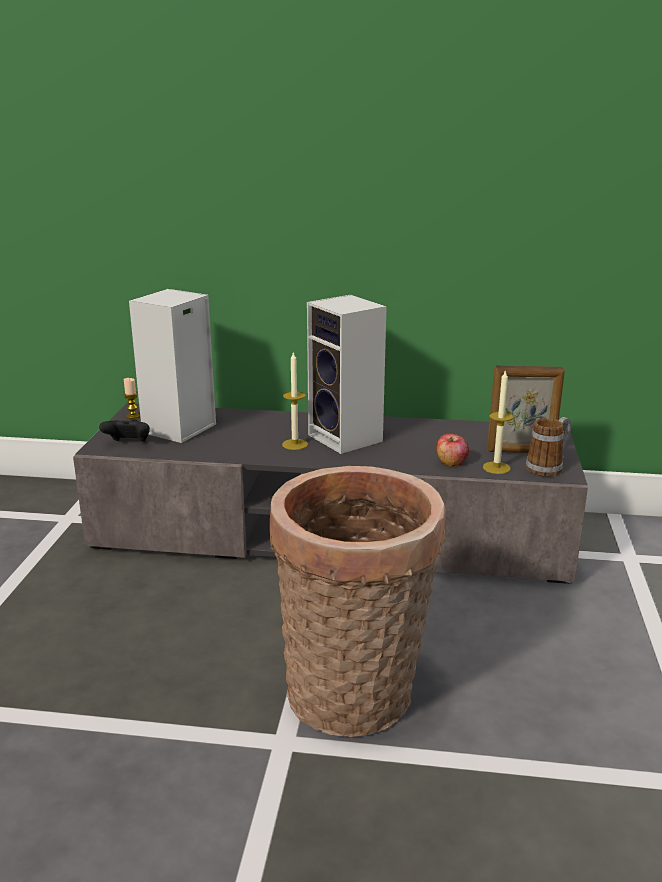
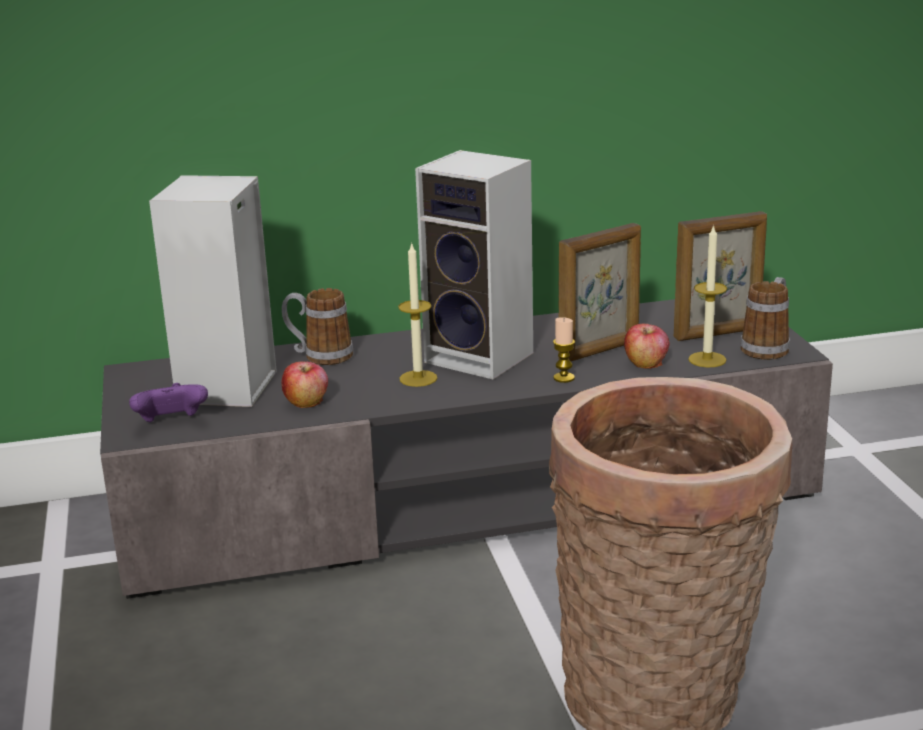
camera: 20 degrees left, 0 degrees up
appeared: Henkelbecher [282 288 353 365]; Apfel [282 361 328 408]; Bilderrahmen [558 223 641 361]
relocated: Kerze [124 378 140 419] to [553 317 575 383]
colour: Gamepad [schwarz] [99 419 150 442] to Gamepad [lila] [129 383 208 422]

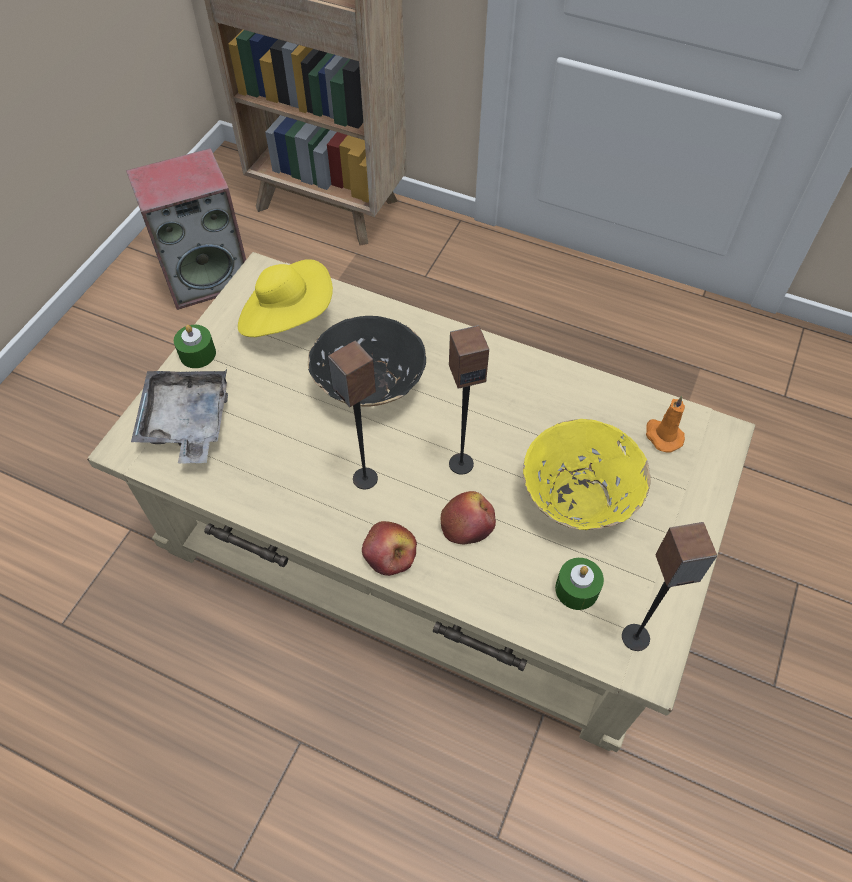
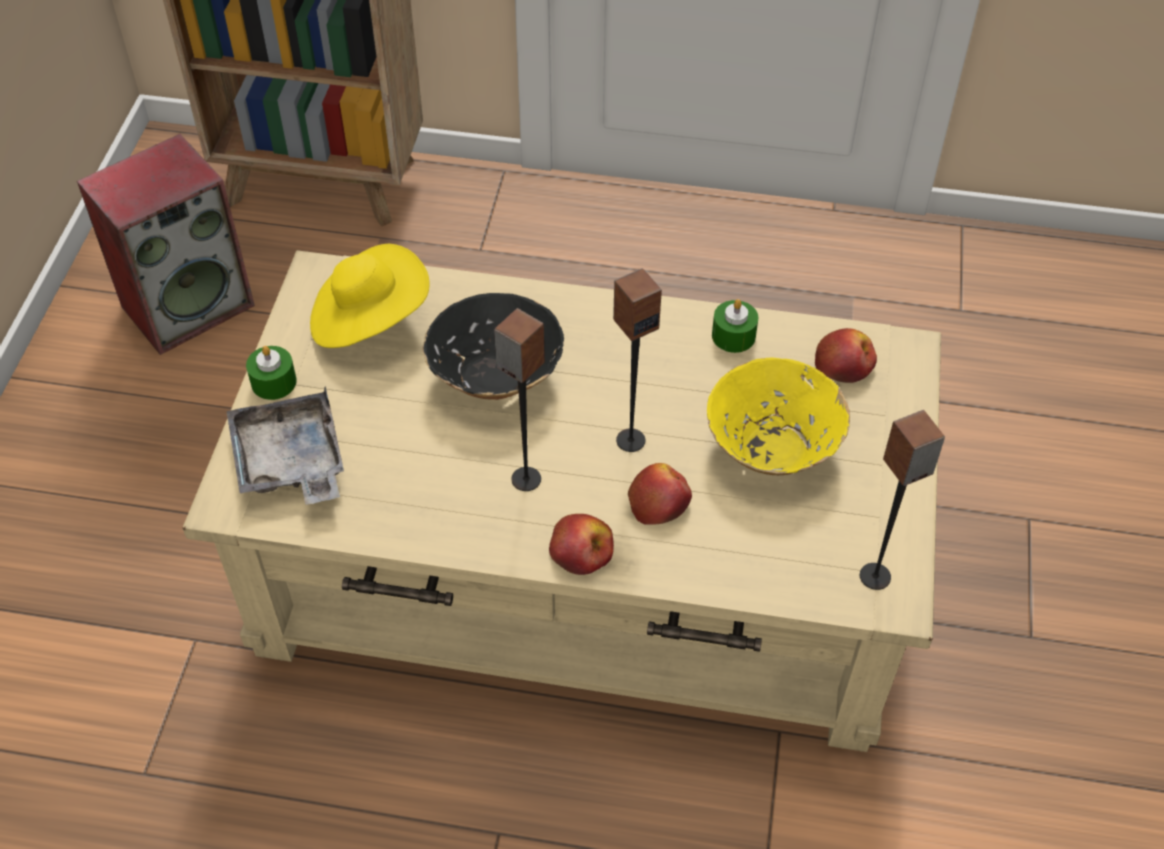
camera: 15 degrees left, 5 degrees down
relocated: Kerze [grün] [555 558 604 610] to [712 299 758 353]
exchanged: Kerze [orange] [646 396 685 452] to Apfel [815 328 877 383]

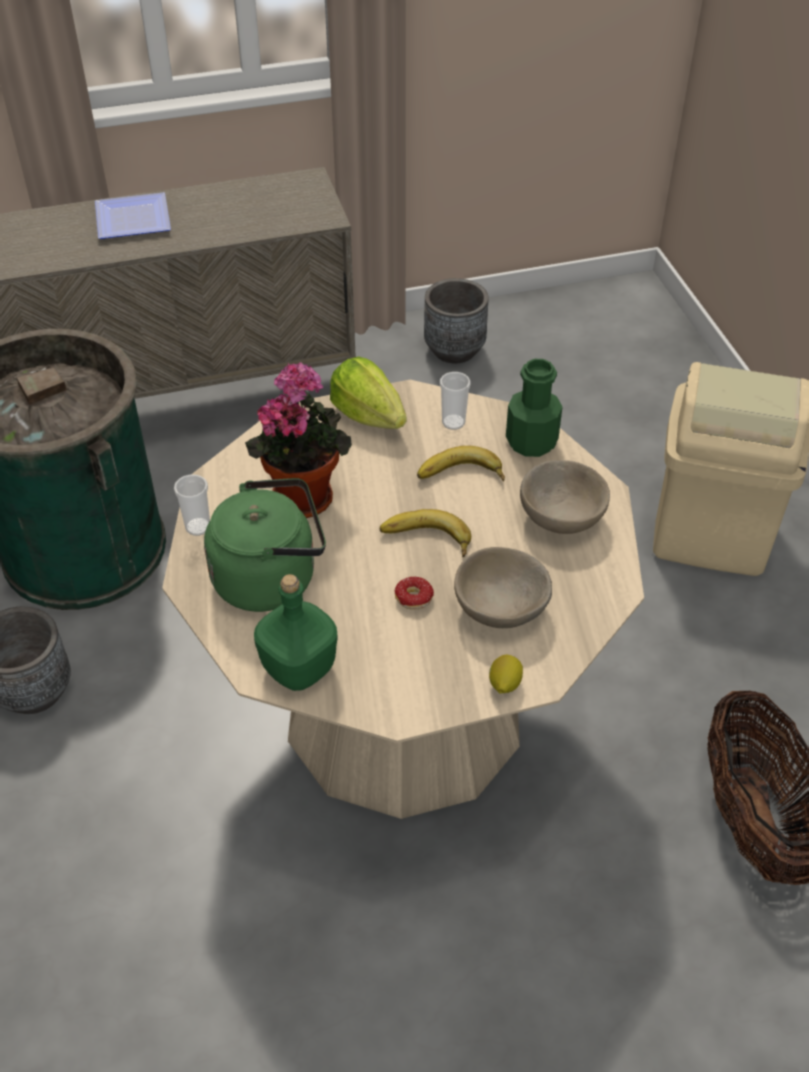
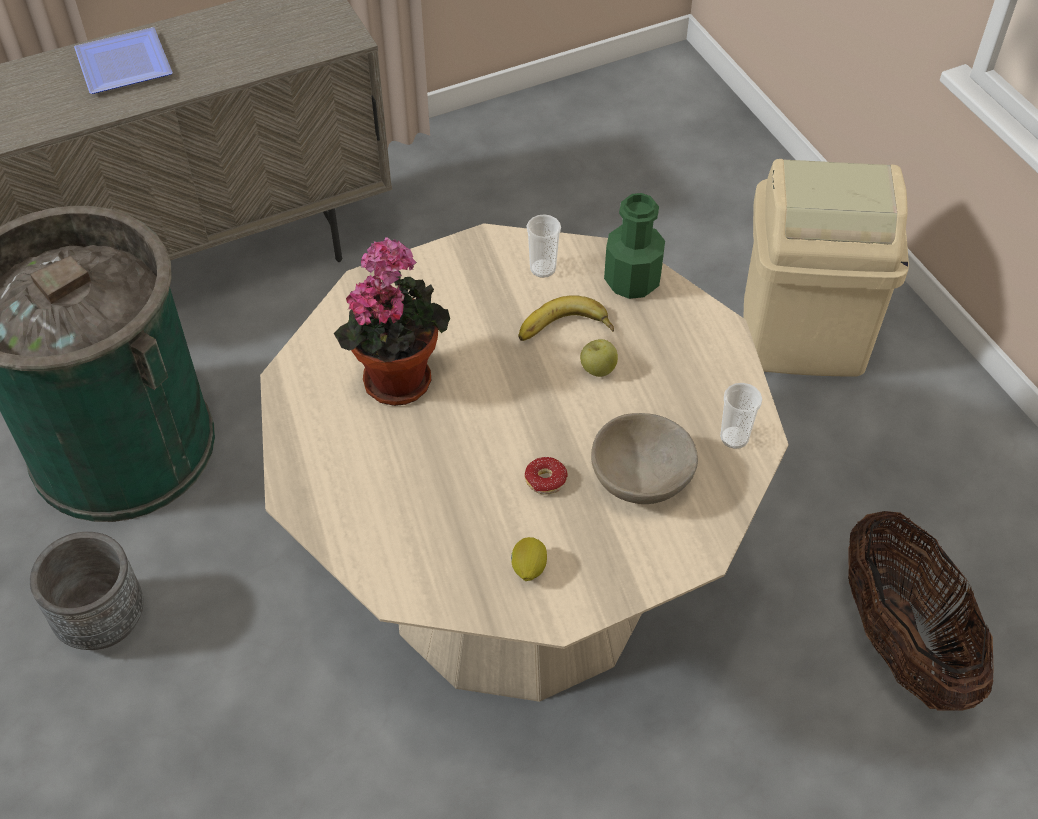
camera: 10 degrees left, 5 degrees up
missing: Wasserkessel [grün] [204 478 326 612]; Flasche [grün] [254 574 337 691]; Salatkopf [330 356 407 429]; Banane [380 509 471 557]; Pflanzkübel [grau] [424 278 489 363]; Schüssel [beige] [520 461 610 534]
appeared: Apfel [580 339 618 377]
relocated: Zitrone [489 655 523 694] to [511 537 547 581]; Tasse [174 474 210 536] to [720 383 762 449]

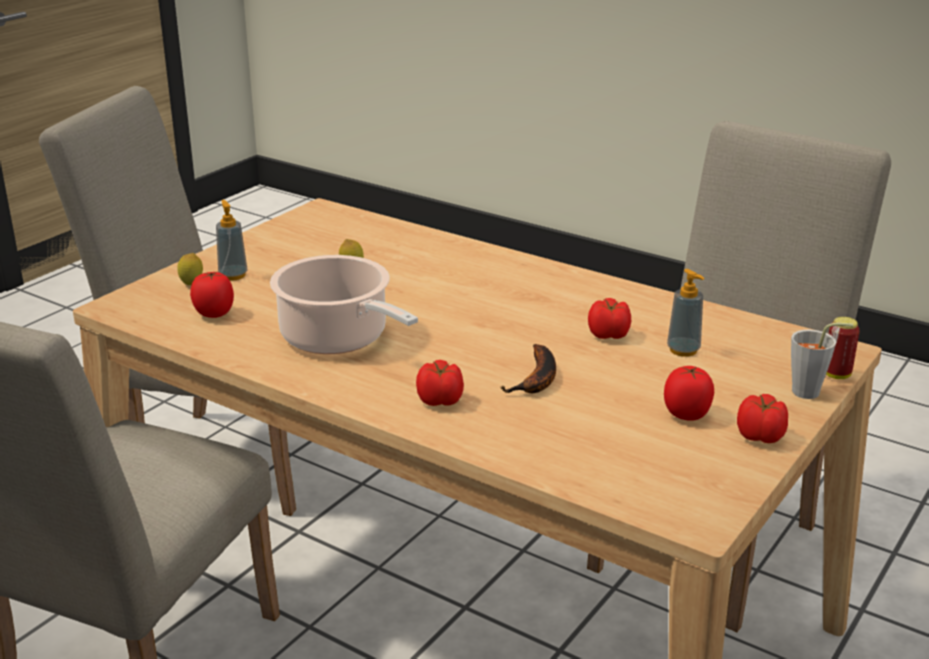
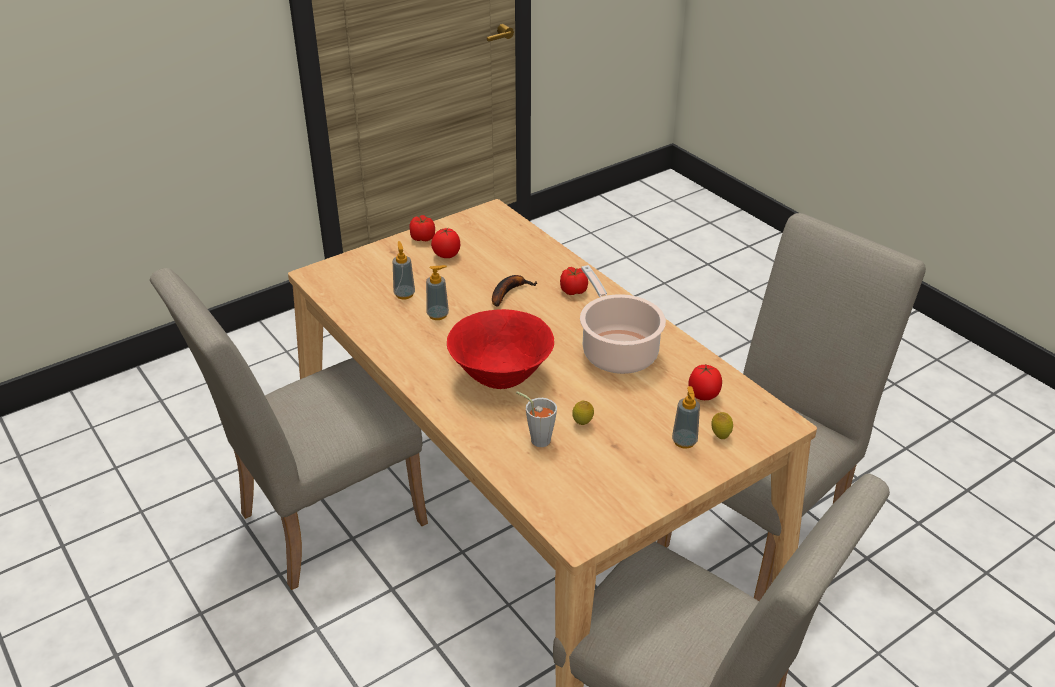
camera: 160 degrees left, 10 degrees up
missing: Dose [826 317 860 379]
appeared: Schüssel [rot] [447 309 554 389]
relocated: Tasse [grau] [791 323 853 399] to [516 391 557 447]
exchanged: Tomate [588 298 631 339] to Seifenspender [426 265 449 320]

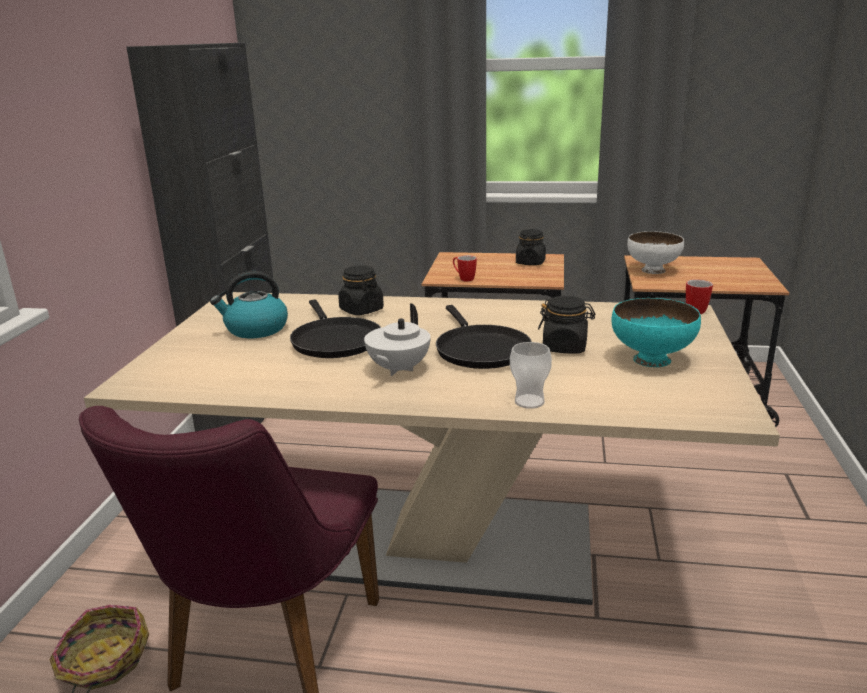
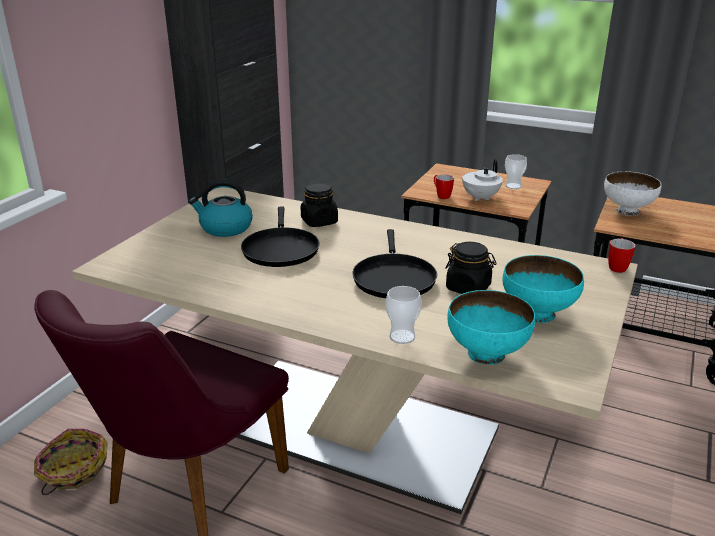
camera: 15 degrees right, 5 degrees up
appeared: Schüssel [türkis] [447 290 535 365]
relocated: Teekanne [weiß] [364 303 431 376] to [462 159 503 201]
exchanged: Vorratsglas [schwarz] [516 229 546 265] to Tasse [505 154 527 189]

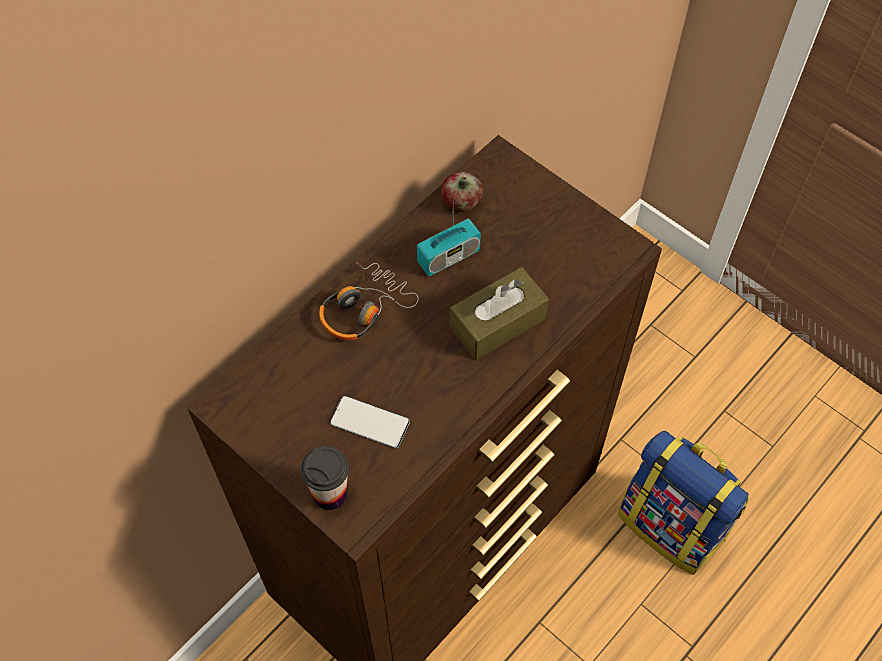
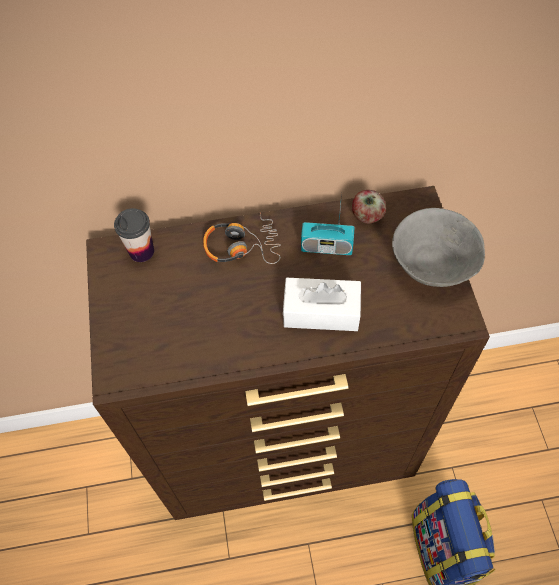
camera: 40 degrees right, 0 degrees up
missing: Handy [330 396 410 448]
appeared: Schüssel [grau] [392 208 485 287]
relocated: Tasse [301 446 349 510] to [114 208 154 262]
colour: Taschentuchbox [braun] [450 267 549 360] to Taschentuchbox [weiß] [283 278 361 331]

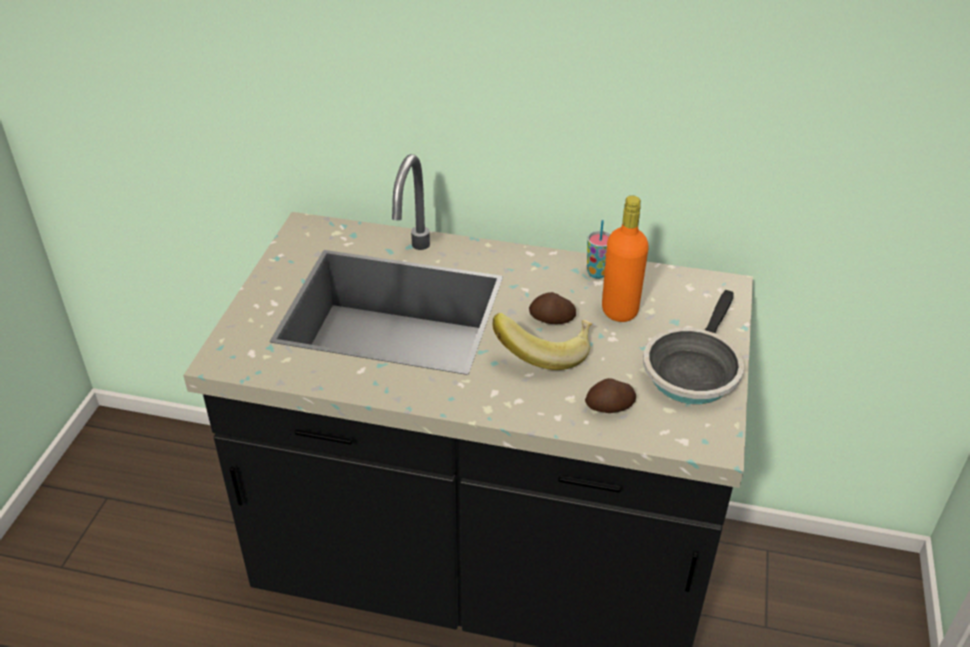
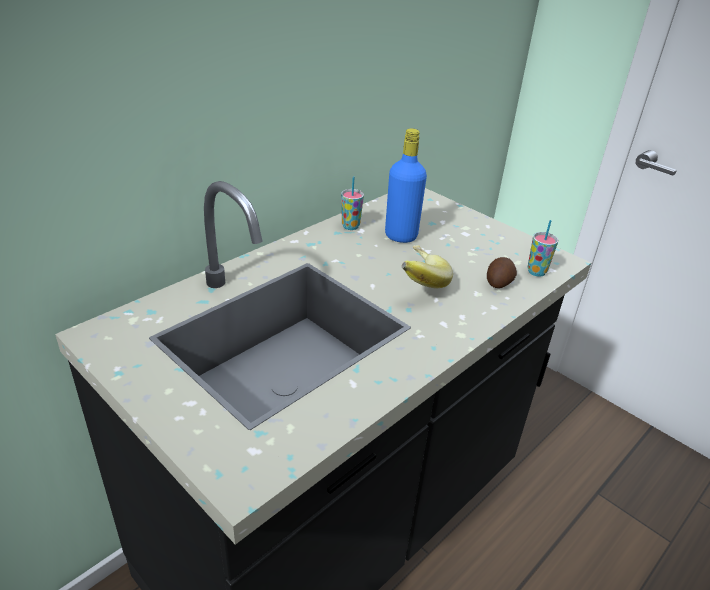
camera: 60 degrees left, 5 degrees down
missing: Kartoffel [529 292 576 324]; Pfanne [643 290 744 404]
appeared: Tasse [527 220 558 277]
colour: Flasche [orange] [602 195 649 322] to Flasche [blau] [385 128 427 243]

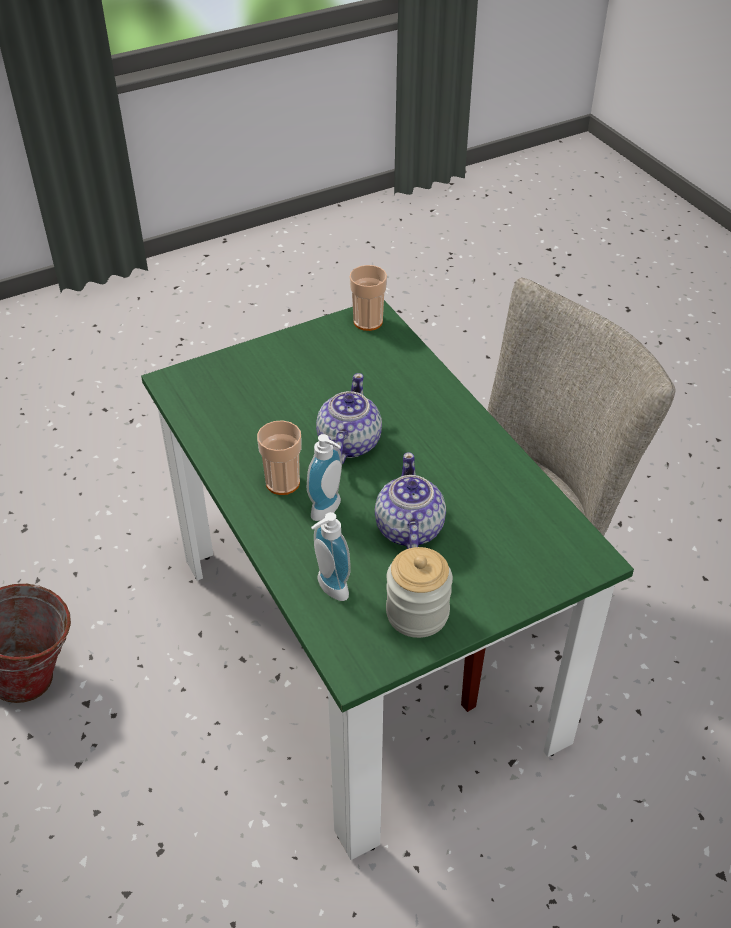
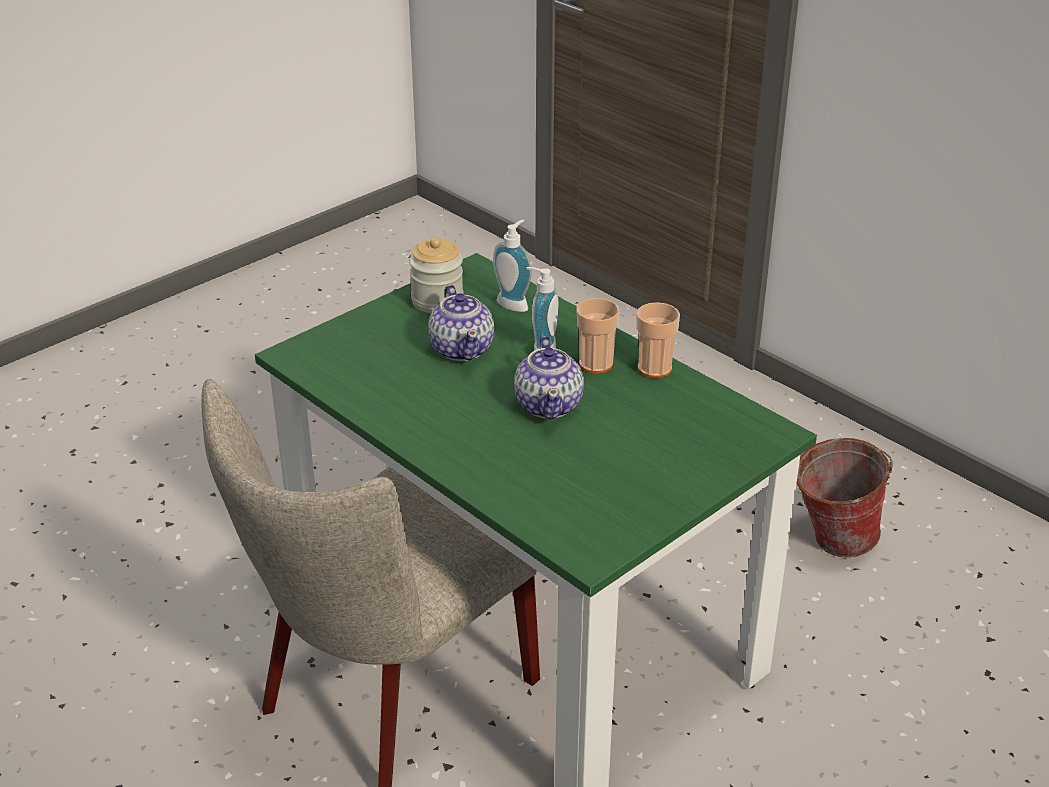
camera: 165 degrees right, 10 degrees down
relocated: Tasse [349 265 387 331] to [636 302 680 378]

